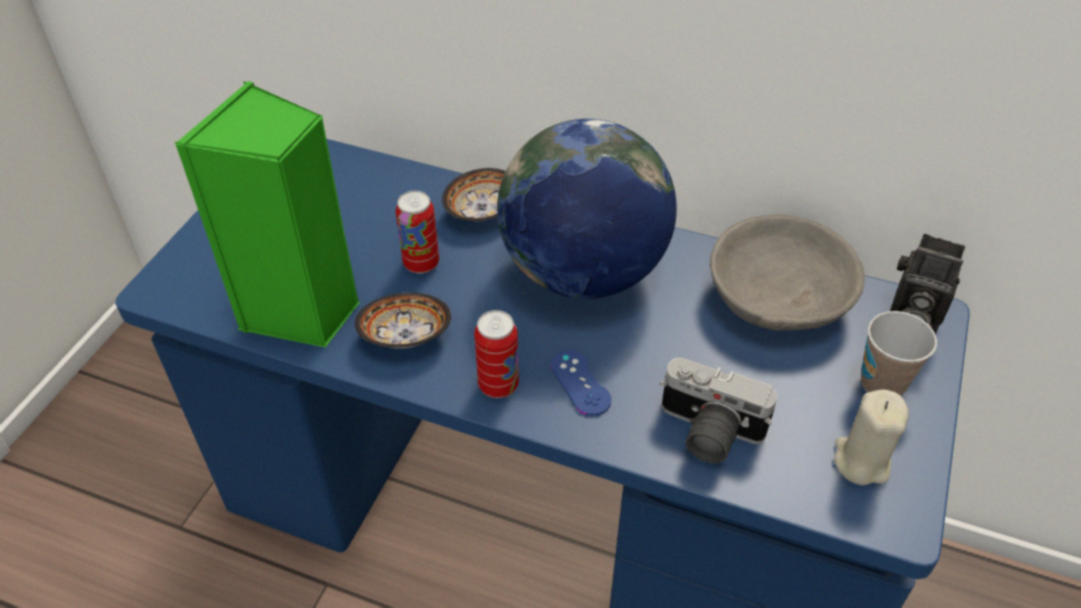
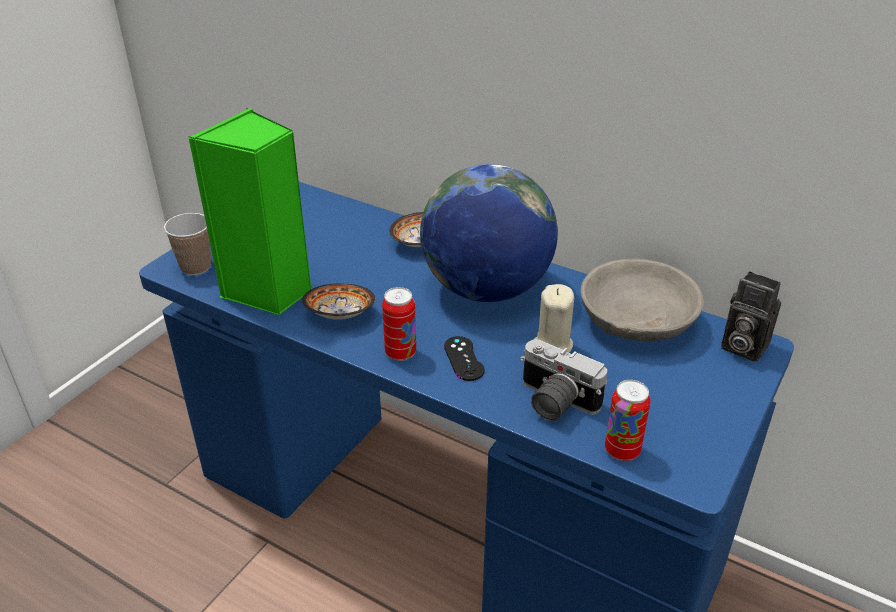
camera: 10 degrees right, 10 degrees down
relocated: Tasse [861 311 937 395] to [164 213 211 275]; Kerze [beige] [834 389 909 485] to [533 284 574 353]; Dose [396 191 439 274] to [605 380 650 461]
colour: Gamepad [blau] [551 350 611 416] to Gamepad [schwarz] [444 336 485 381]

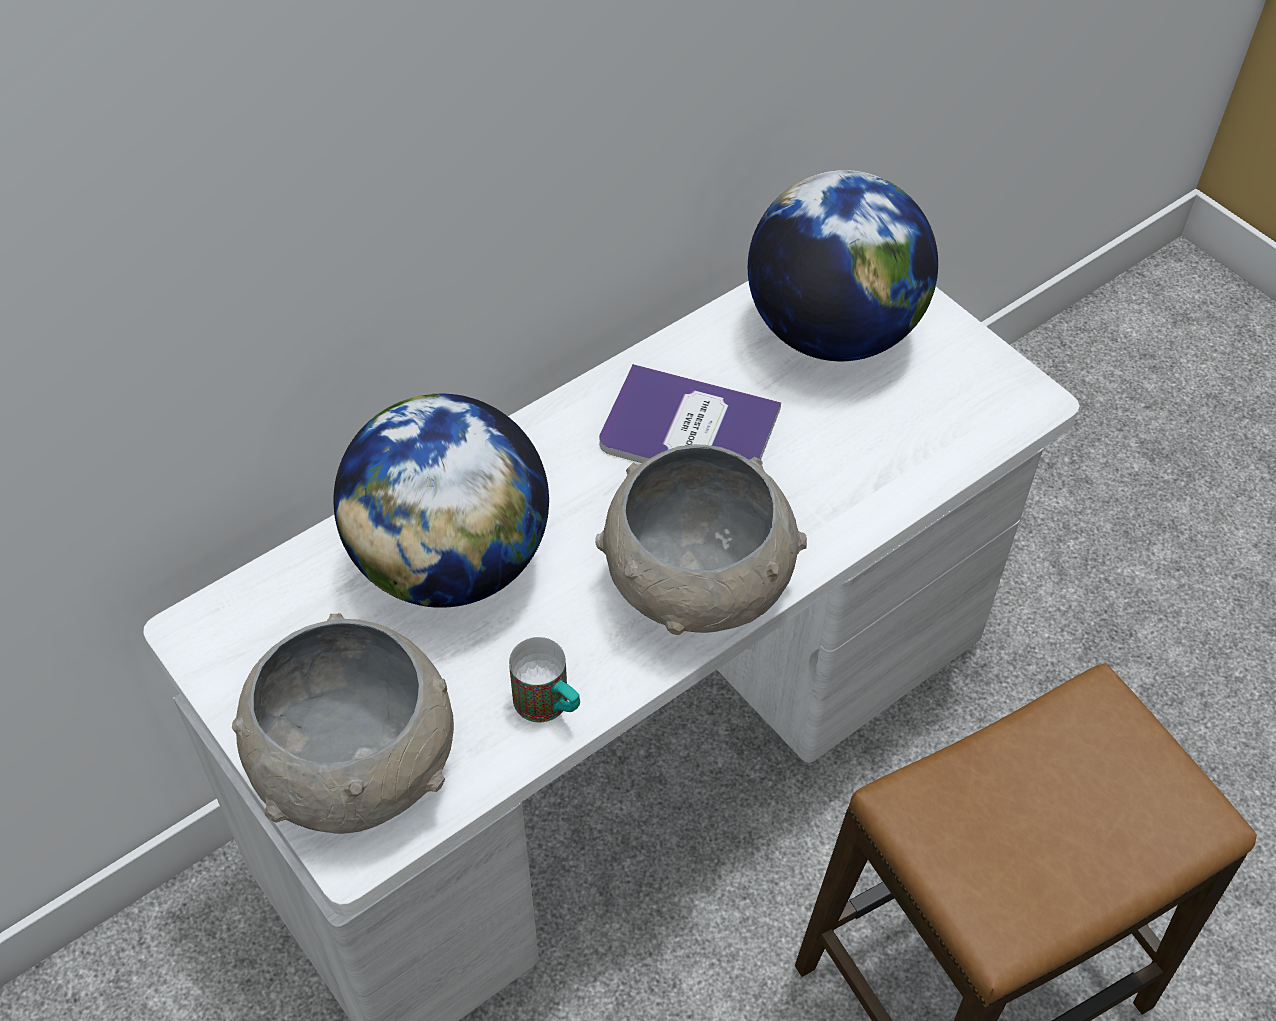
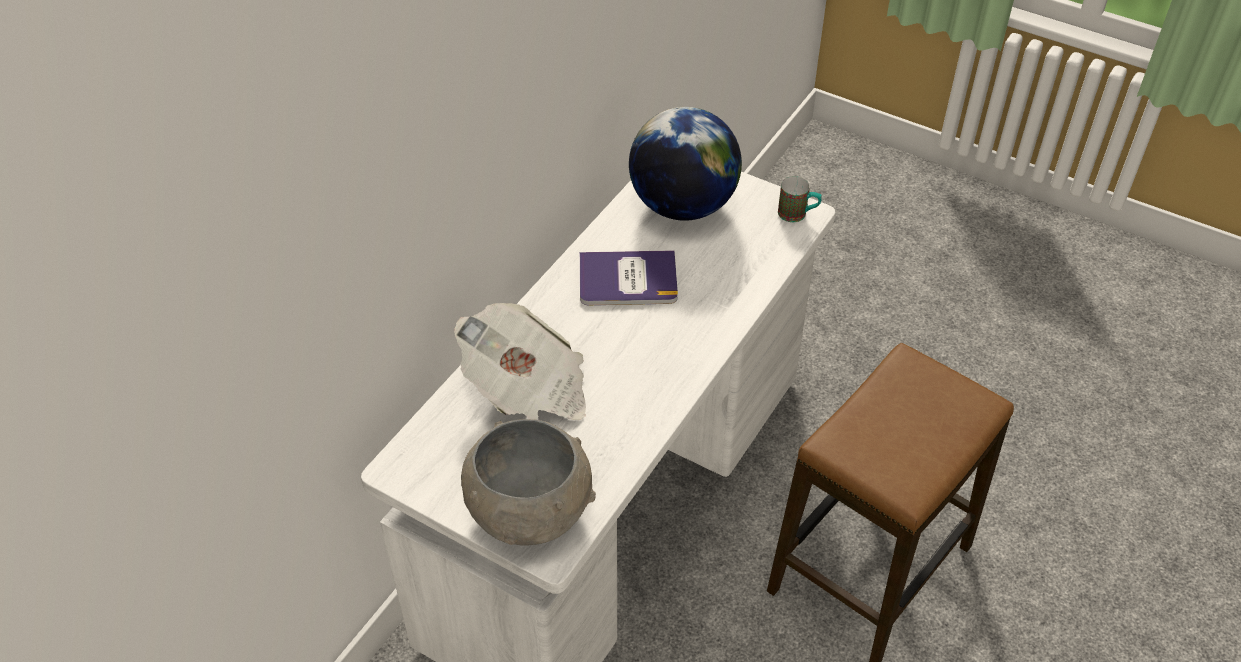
camera: 20 degrees left, 5 degrees down
missing: Schüssel [grau] [595 444 807 635]
relocated: Henkelbecher [509 637 580 722] to [778 176 822 222]
exchanged: Globus [333 393 549 608] to Zeitung [454 303 586 420]

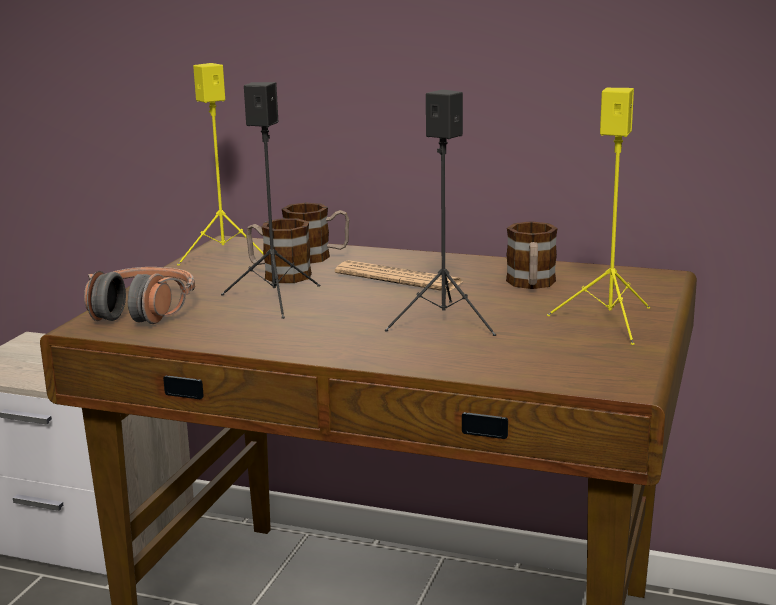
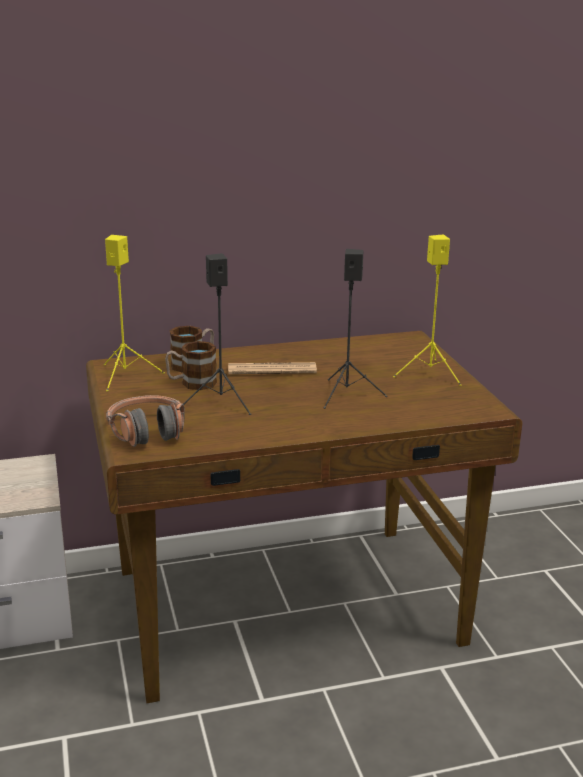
camera: 35 degrees left, 5 degrees up
missing: Henkelbecher [506 221 558 289]

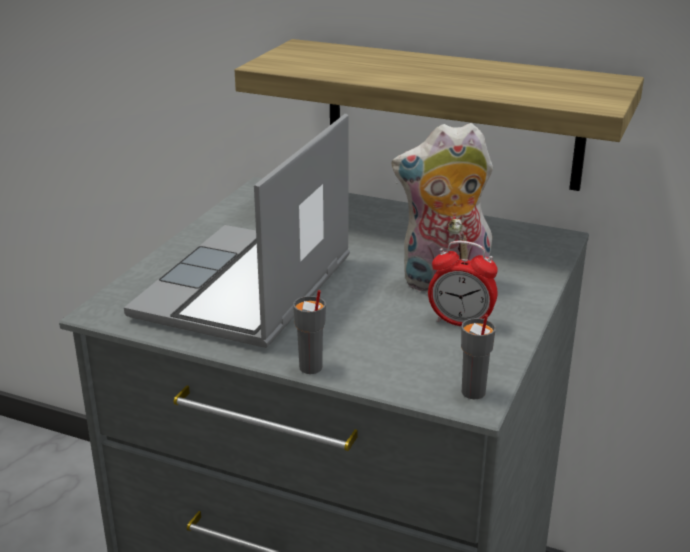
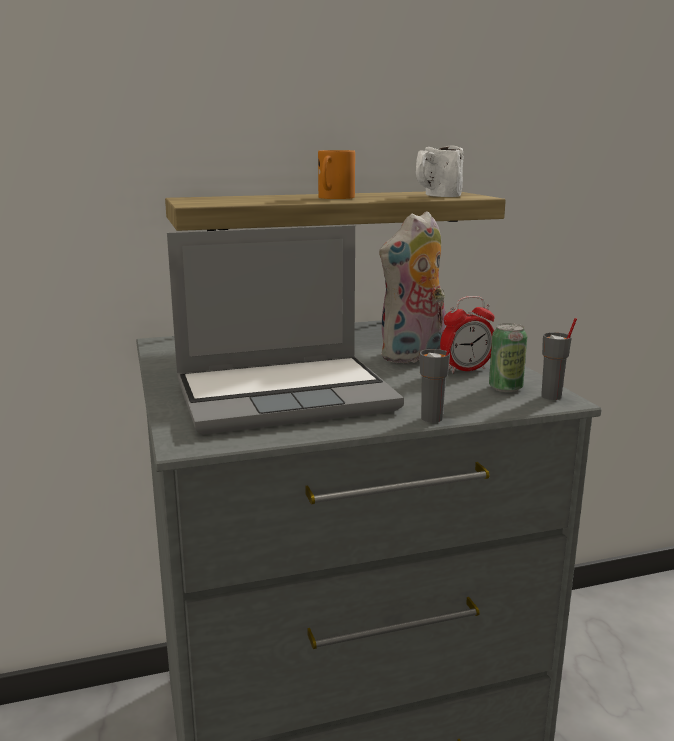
camera: 40 degrees left, 10 degrees down
appeared: Henkelbecher [orange] [318 150 355 199]; Henkelbecher [weiß] [416 145 463 197]; Dose [489 323 527 392]
spun: Laptop [124 114 350 348] = [167 225 404 434] 90 degrees counterclockwise

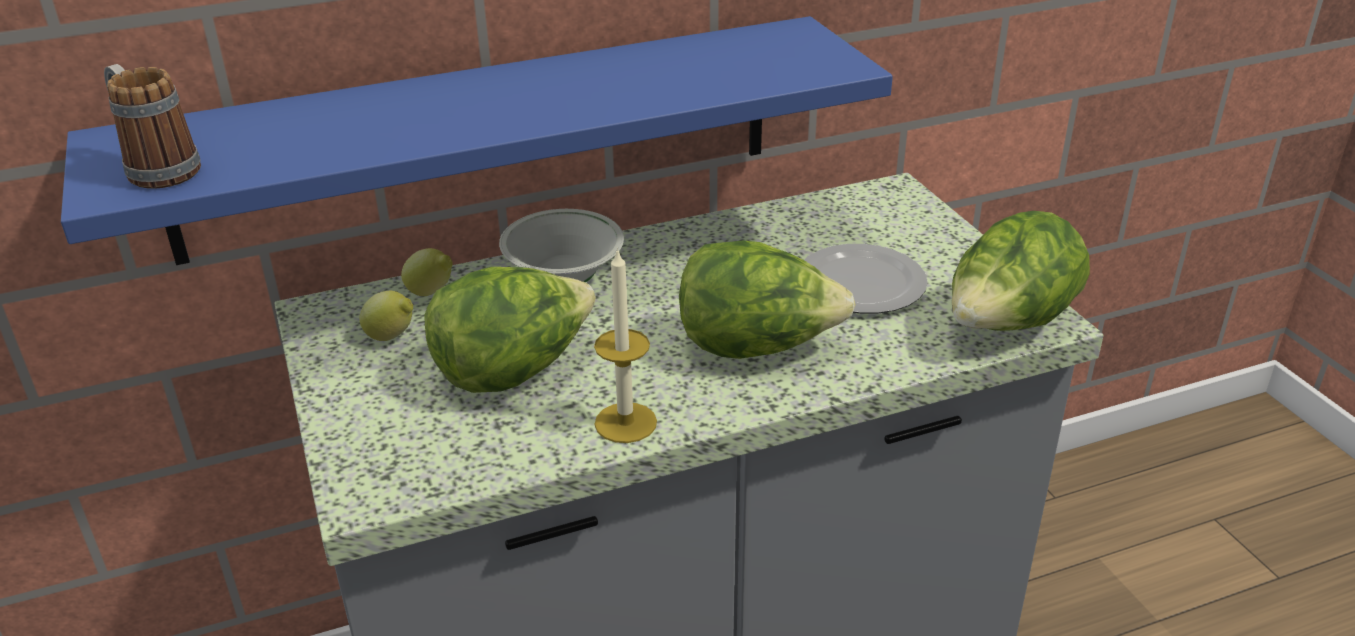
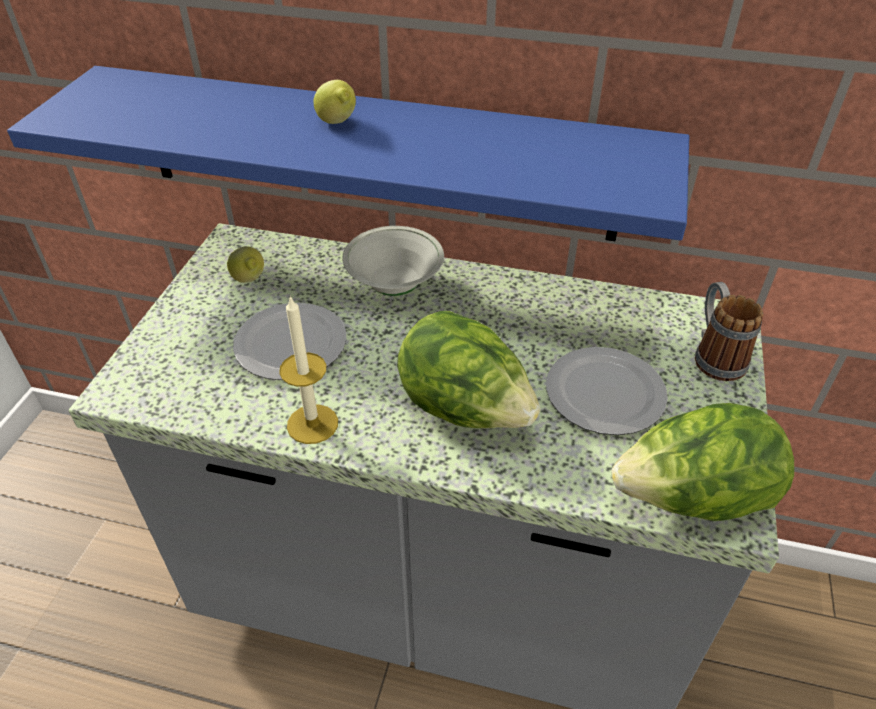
camera: 35 degrees right, 10 degrees up
relocated: Zitrone [401 248 453 296] to [313 80 356 124]; Henkelbecher [104 64 201 189] to [695 282 763 381]
exchanged: Salatkopf [424 267 596 393] to Teller [233 303 347 380]

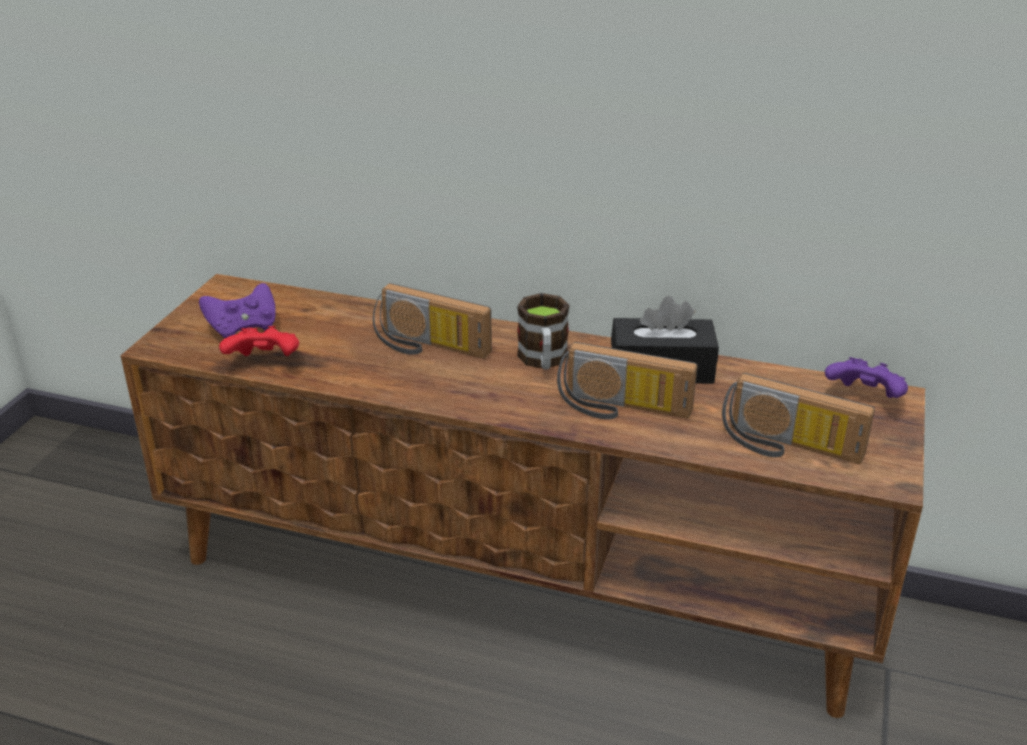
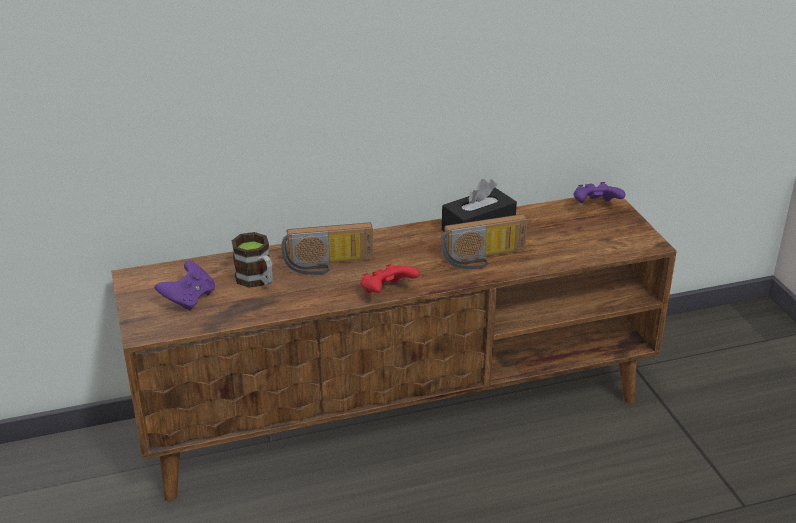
camera: 35 degrees left, 0 degrees up
missing: Radio [722 373 875 464]
relocated: Henkelbecher [517 293 569 370] to [232 232 273 288]; Gamepad [rot] [219 326 299 356] to [360 264 420 293]

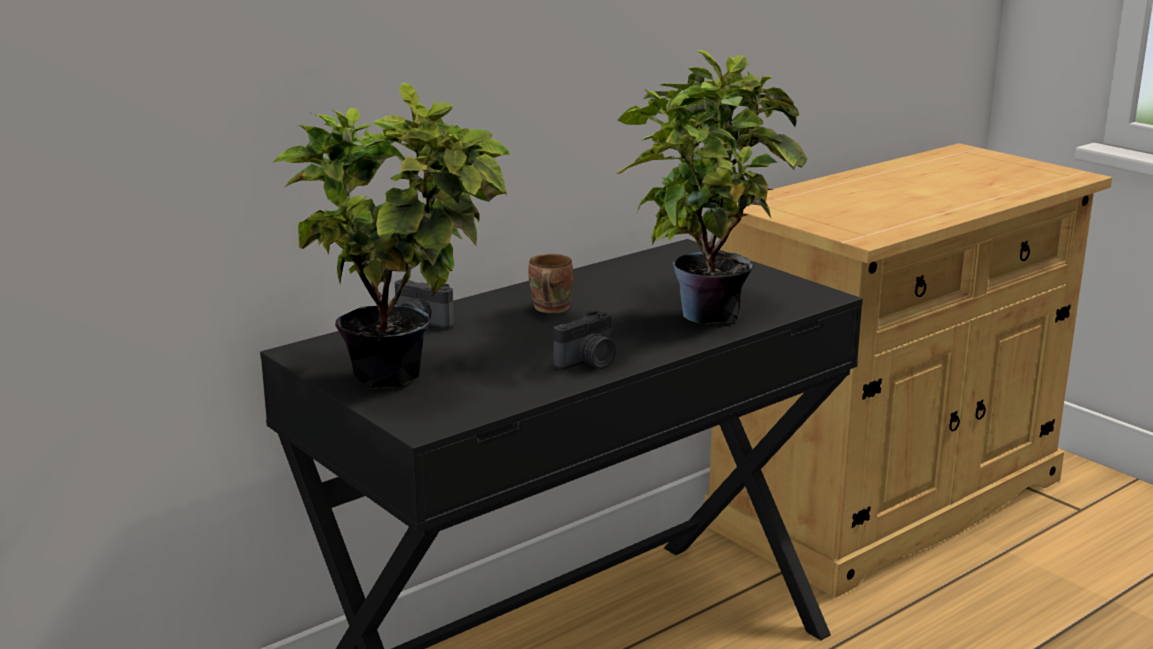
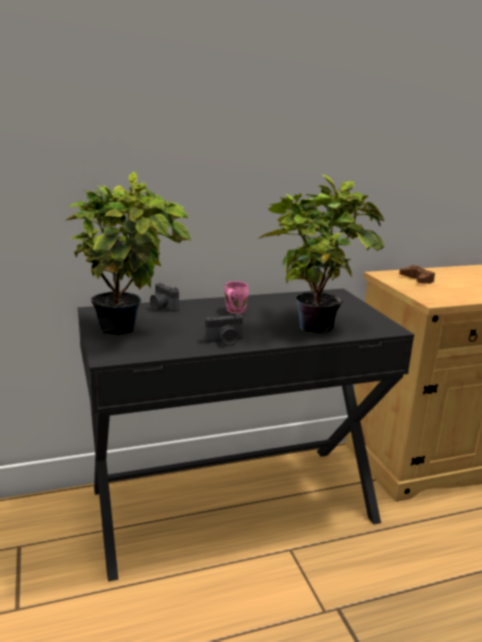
camera: 20 degrees right, 0 degrees up
appeared: Gamepad [braun] [399 265 435 284]
colour: Henkelbecher [braun] [528 254 574 313] to Henkelbecher [rosa] [224 281 249 314]

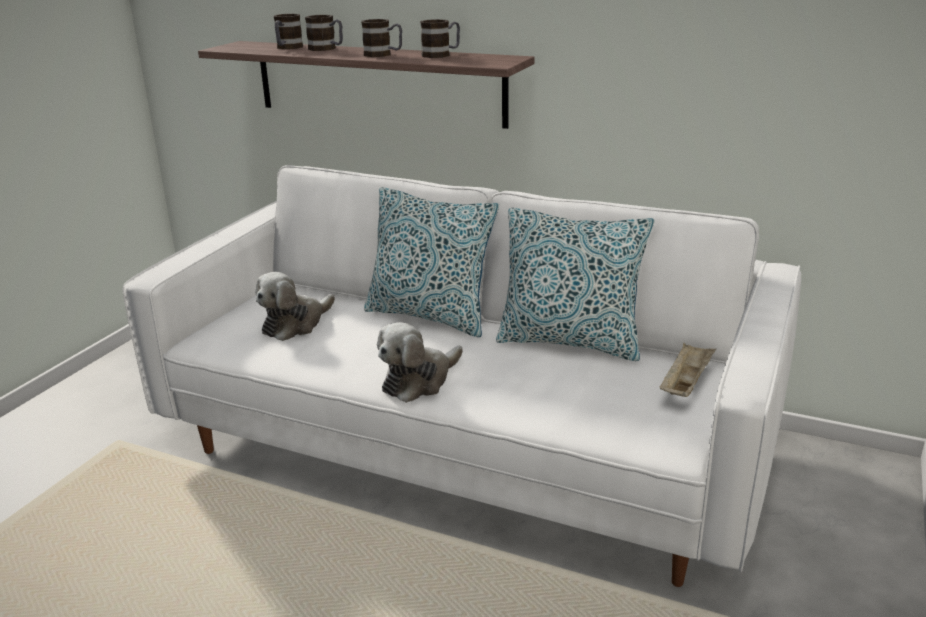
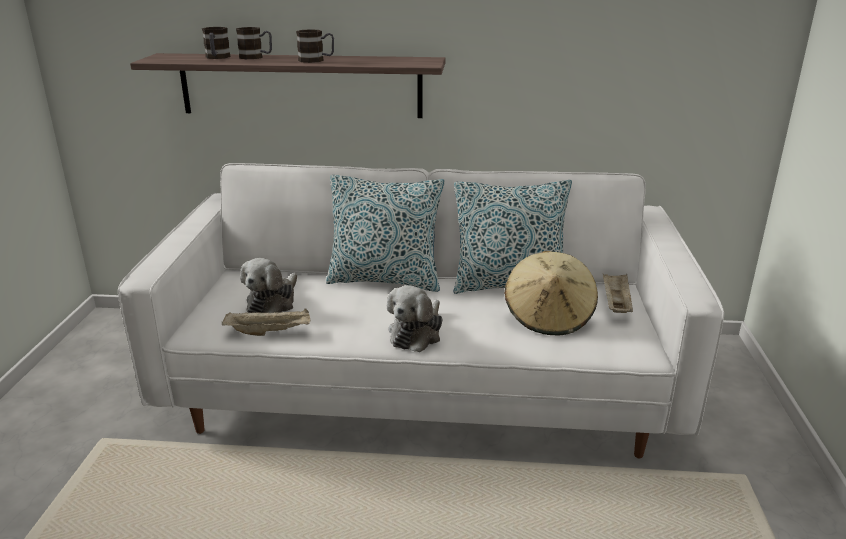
camera: 20 degrees left, 0 degrees up
missing: Henkelbecher [420 19 460 58]
appeared: Tablett [beige] [222 308 310 336]; Hut [beige] [504 251 598 335]

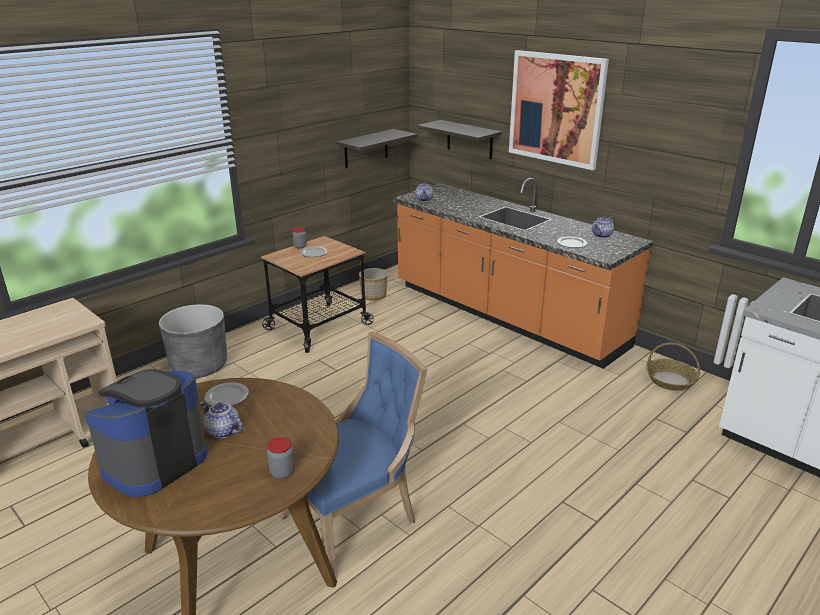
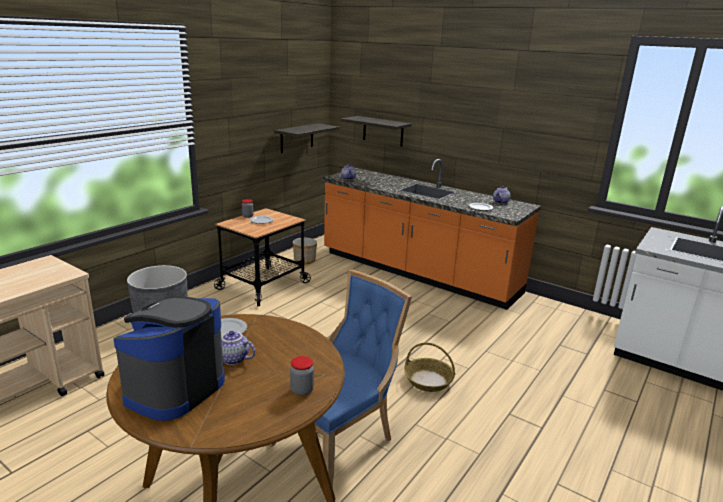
camera: 10 degrees left, 5 degrees down
missing: Bild [509 50 609 170]
relocated: Korb [646 342 700 391] to [404 343 455 392]

